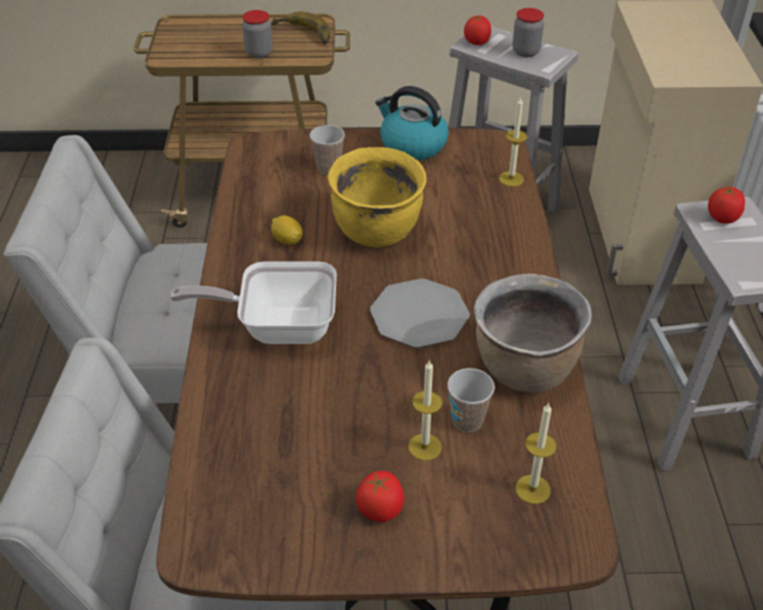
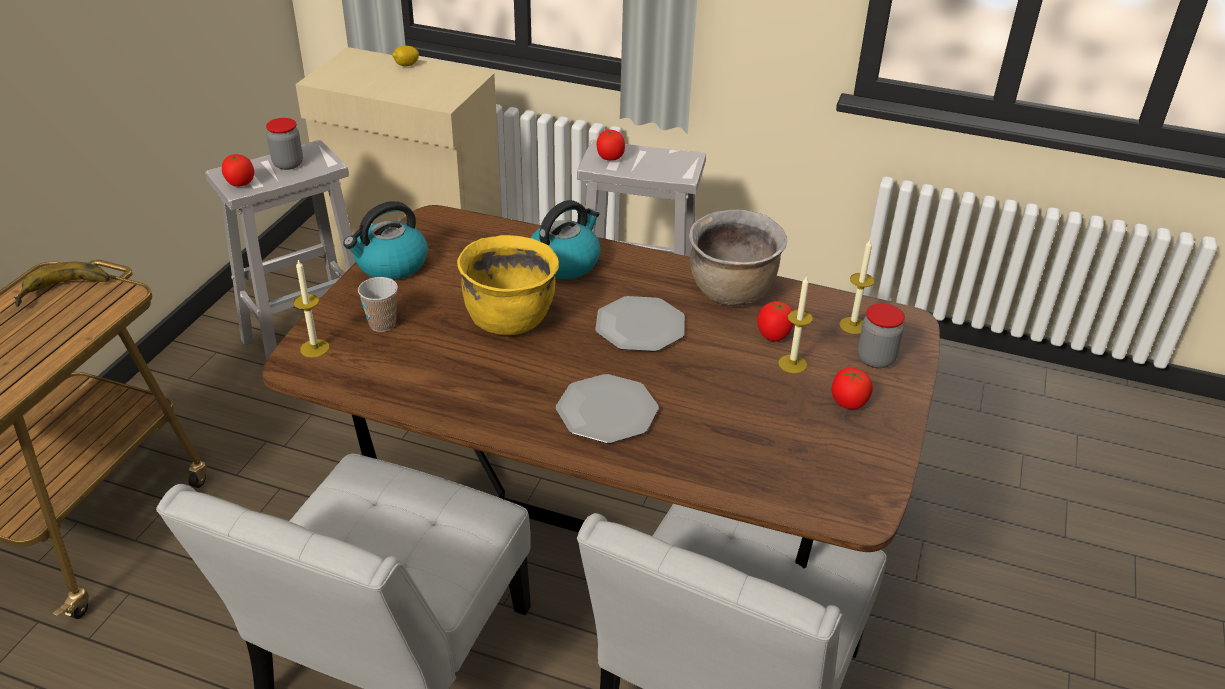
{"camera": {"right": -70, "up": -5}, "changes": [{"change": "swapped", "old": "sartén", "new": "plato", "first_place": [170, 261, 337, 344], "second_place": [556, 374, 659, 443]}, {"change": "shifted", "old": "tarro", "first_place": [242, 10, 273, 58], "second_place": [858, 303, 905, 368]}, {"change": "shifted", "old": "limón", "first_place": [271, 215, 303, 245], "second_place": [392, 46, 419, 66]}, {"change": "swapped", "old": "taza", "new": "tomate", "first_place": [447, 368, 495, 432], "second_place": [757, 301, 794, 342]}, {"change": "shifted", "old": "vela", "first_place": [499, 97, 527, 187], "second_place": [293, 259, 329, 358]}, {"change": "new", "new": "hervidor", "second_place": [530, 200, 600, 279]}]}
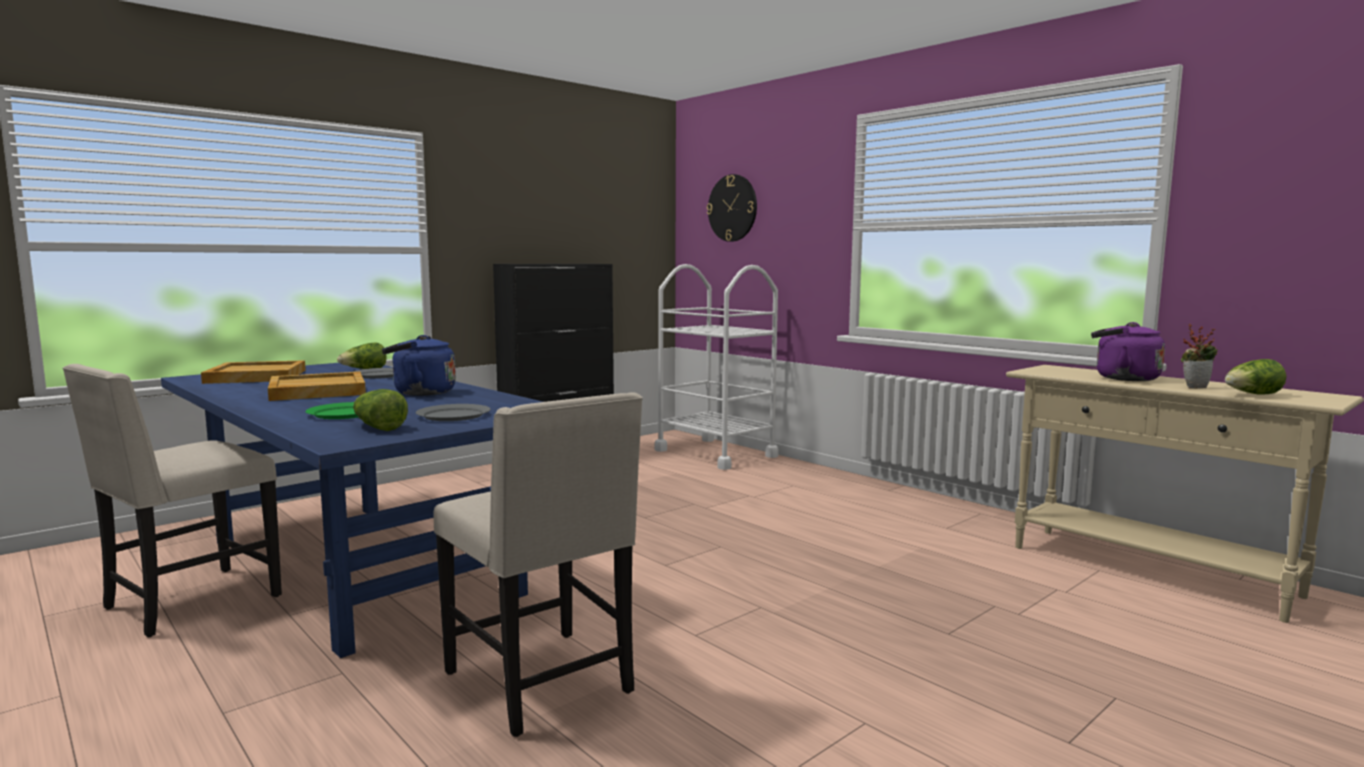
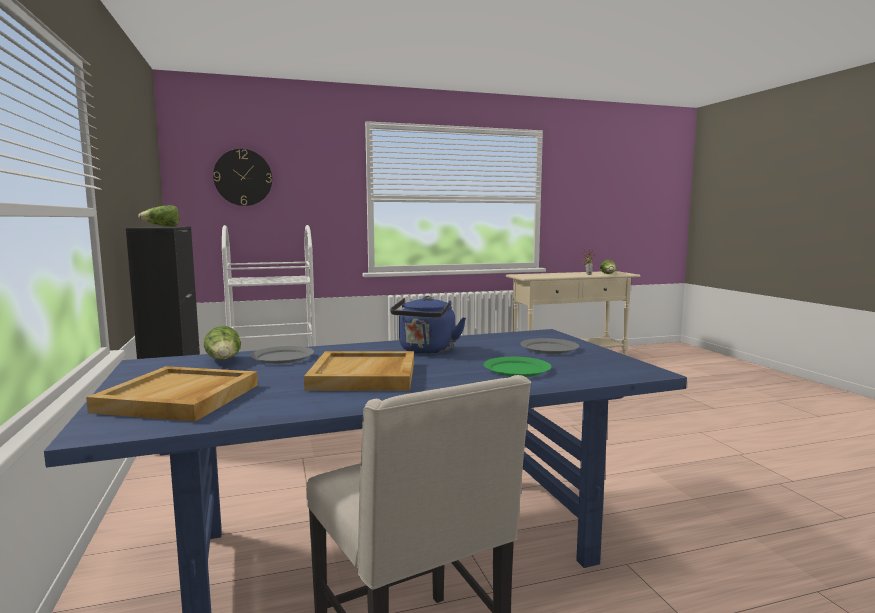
{"camera": {"right": -65, "up": 0}, "changes": [{"change": "shifted", "old": "lechuga", "first_place": [353, 389, 408, 431], "second_place": [138, 205, 180, 226]}, {"change": "gone", "old": "silla (beis)", "first_place": [433, 393, 643, 737]}, {"change": "gone", "old": "hervidor (morado)", "first_place": [1091, 322, 1165, 381]}]}
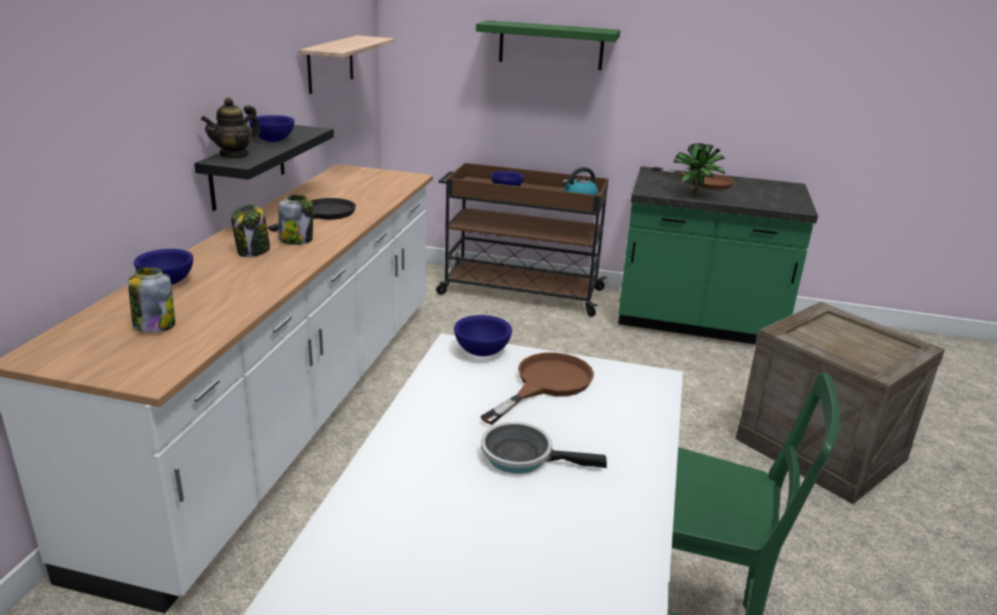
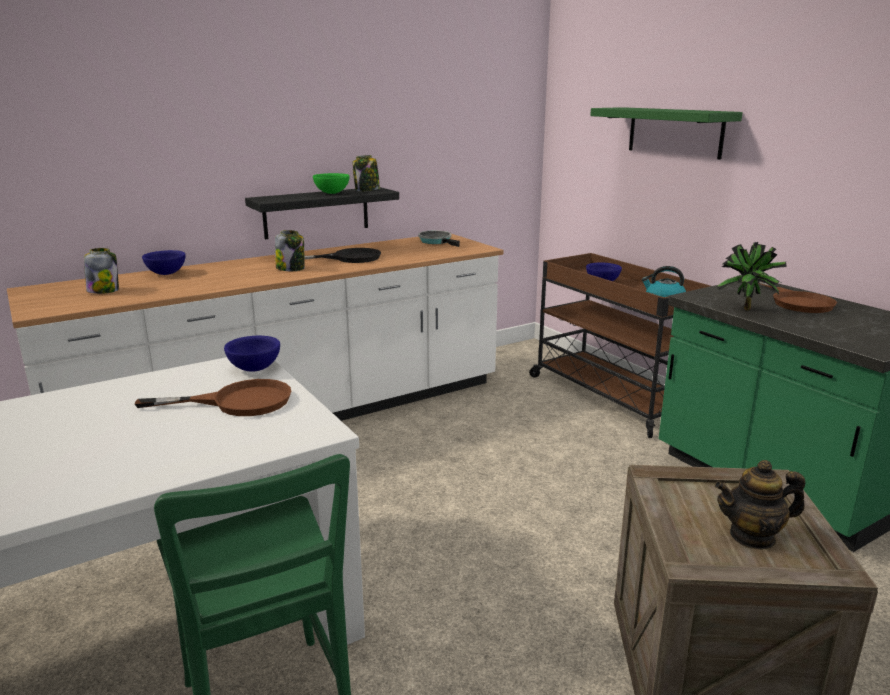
{"camera": {"right": 45, "up": -5}, "changes": [{"change": "shifted", "old": "tetera", "first_place": [201, 98, 261, 159], "second_place": [715, 460, 805, 550]}, {"change": "shifted", "old": "tarro", "first_place": [231, 204, 270, 257], "second_place": [352, 155, 380, 192]}, {"change": "repainted", "old": "cuenco (azul)", "new": "cuenco (verde)", "first_place": [249, 115, 295, 142], "second_place": [313, 173, 350, 194]}, {"change": "gone", "old": "estante", "first_place": [299, 35, 395, 94]}, {"change": "shifted", "old": "sartén", "first_place": [481, 422, 607, 473], "second_place": [418, 231, 460, 247]}]}
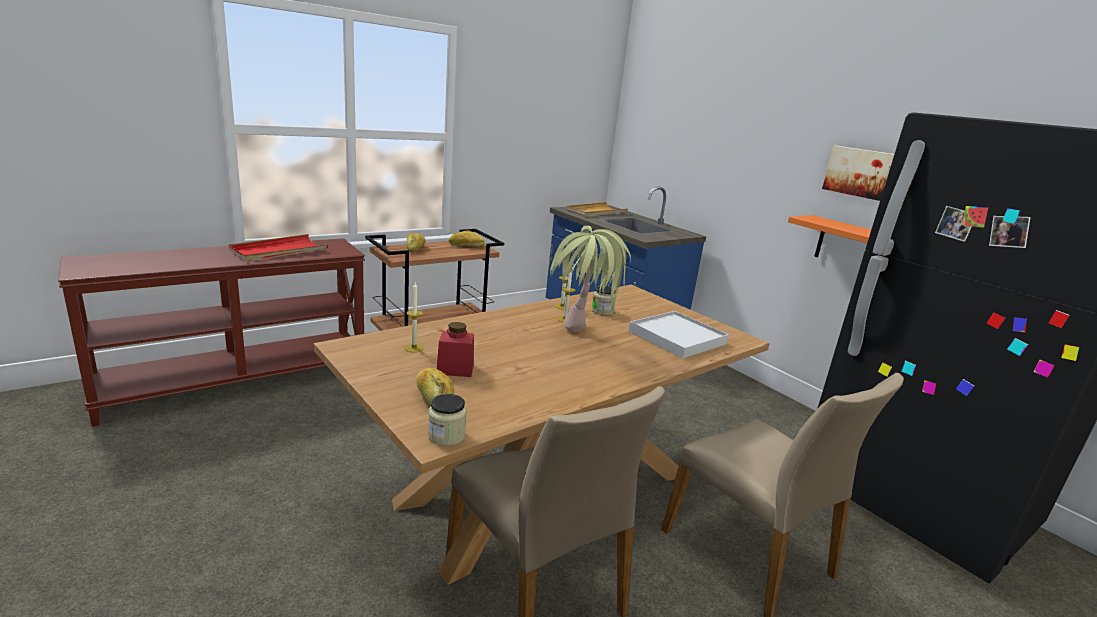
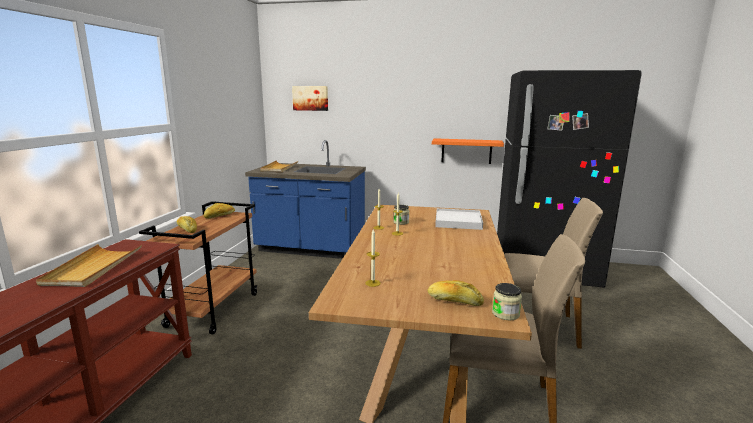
{"camera": {"right": -40, "up": -5}, "changes": [{"change": "repainted", "old": "bandeja (rojo)", "new": "bandeja (beis)", "first_place": [229, 234, 328, 262], "second_place": [36, 244, 142, 287]}, {"change": "gone", "old": "tarro (rojo)", "first_place": [437, 322, 474, 377]}, {"change": "gone", "old": "planta en maceta", "first_place": [549, 226, 631, 332]}, {"change": "shifted", "old": "cuadro", "first_place": [822, 146, 894, 201], "second_place": [292, 86, 328, 111]}]}
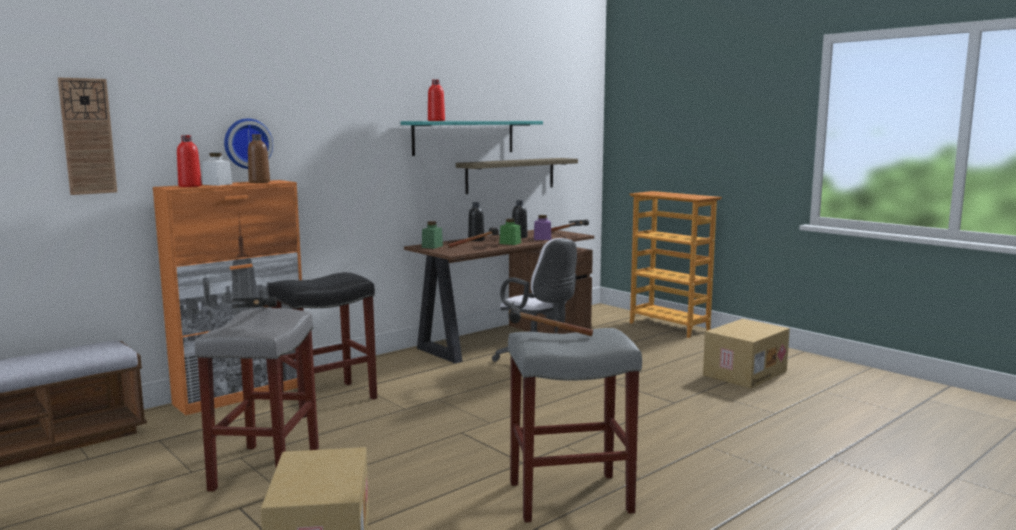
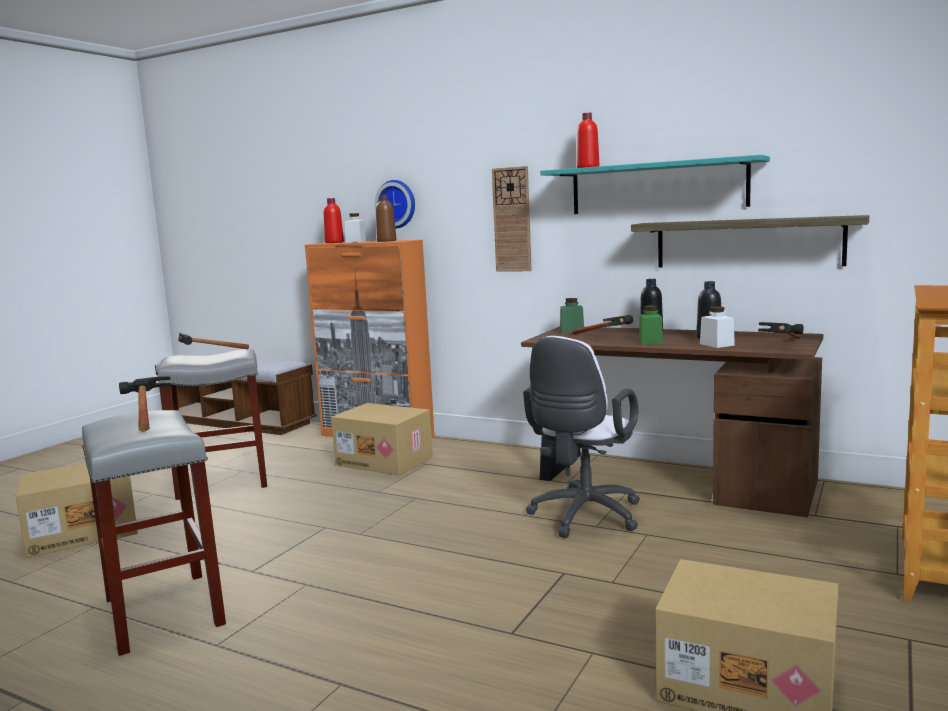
{"camera": {"right": 70, "up": 0}, "changes": [{"change": "shifted", "old": "reloj de pared", "first_place": [58, 77, 117, 195], "second_place": [492, 166, 532, 272]}, {"change": "swapped", "old": "taburete (negro)", "new": "caja de cartón", "first_place": [268, 272, 377, 418], "second_place": [331, 403, 433, 476]}, {"change": "repainted", "old": "tarro (morado)", "new": "tarro (blanco)", "first_place": [534, 215, 551, 240], "second_place": [700, 306, 735, 348]}]}
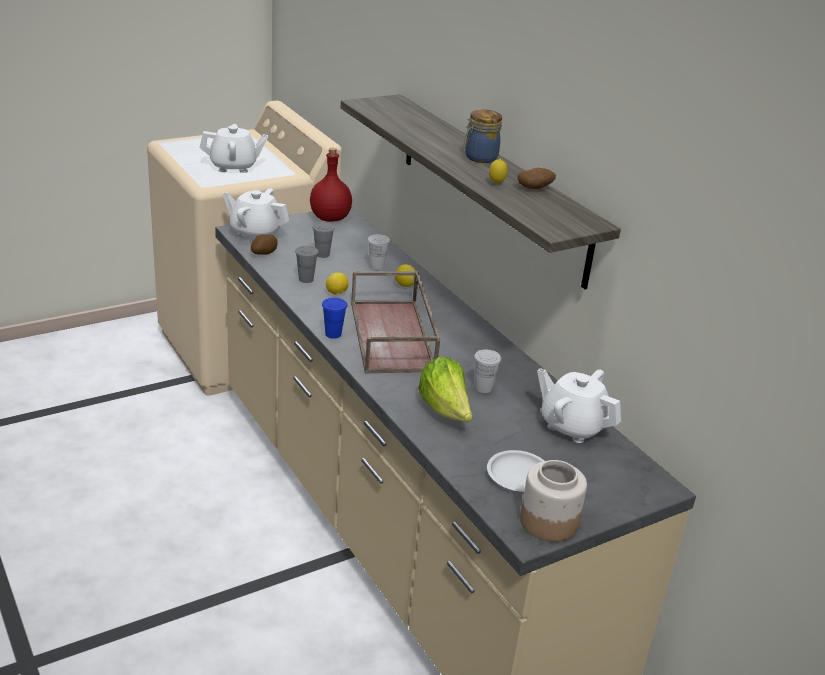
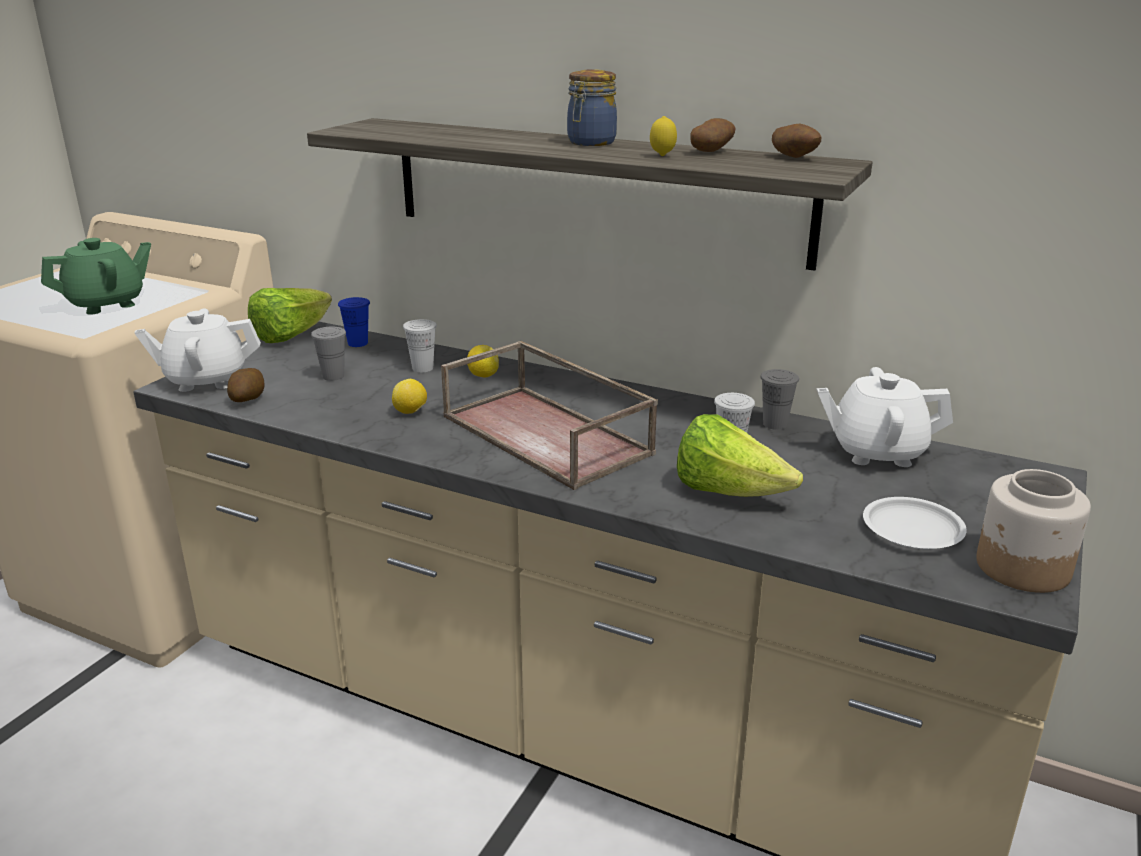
{"camera": {"right": -30, "up": -5}, "changes": [{"change": "repainted", "old": "tetera (blanco)", "new": "tetera (verde)", "first_place": [199, 124, 268, 173], "second_place": [41, 238, 151, 315]}, {"change": "shifted", "old": "taza (gris)", "first_place": [295, 246, 319, 283], "second_place": [760, 369, 799, 430]}, {"change": "swapped", "old": "botella (rojo)", "new": "lechuga", "first_place": [310, 148, 352, 222], "second_place": [248, 288, 332, 343]}, {"change": "shifted", "old": "taza (azul)", "first_place": [322, 298, 348, 339], "second_place": [338, 297, 370, 347]}, {"change": "new", "new": "patata", "second_place": [772, 123, 821, 158]}]}
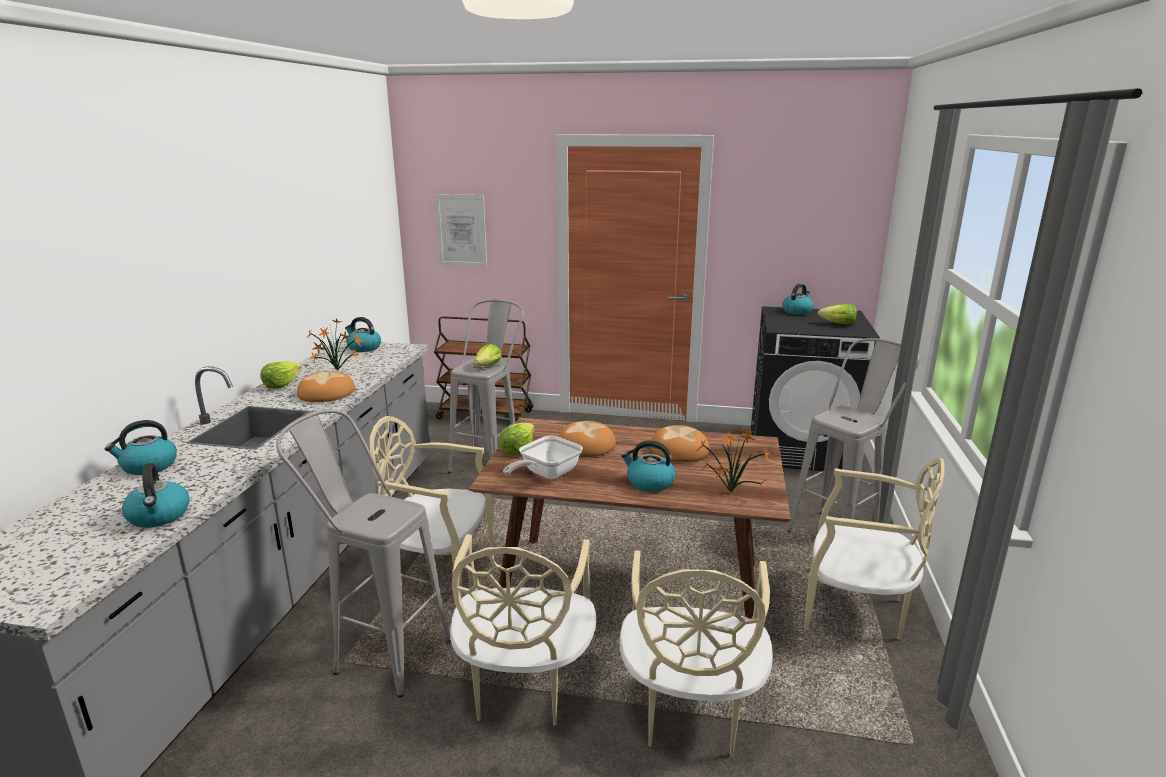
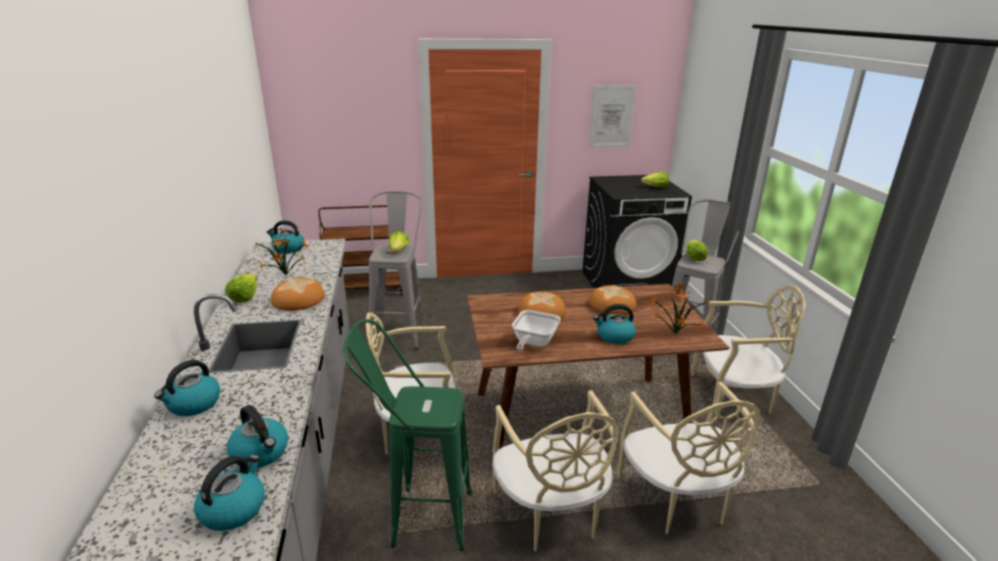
{"camera": {"right": -20, "up": 5}, "changes": [{"change": "repainted", "old": "taburete (gris)", "new": "taburete (verde)", "first_place": [276, 409, 451, 698], "second_place": [343, 319, 471, 551]}, {"change": "shifted", "old": "cuadro", "first_place": [435, 194, 487, 267], "second_place": [589, 85, 636, 147]}, {"change": "shifted", "old": "lechuga", "first_place": [498, 423, 535, 455], "second_place": [686, 240, 708, 261]}, {"change": "shifted", "old": "hervidor", "first_place": [782, 284, 813, 315], "second_place": [194, 455, 265, 531]}]}
